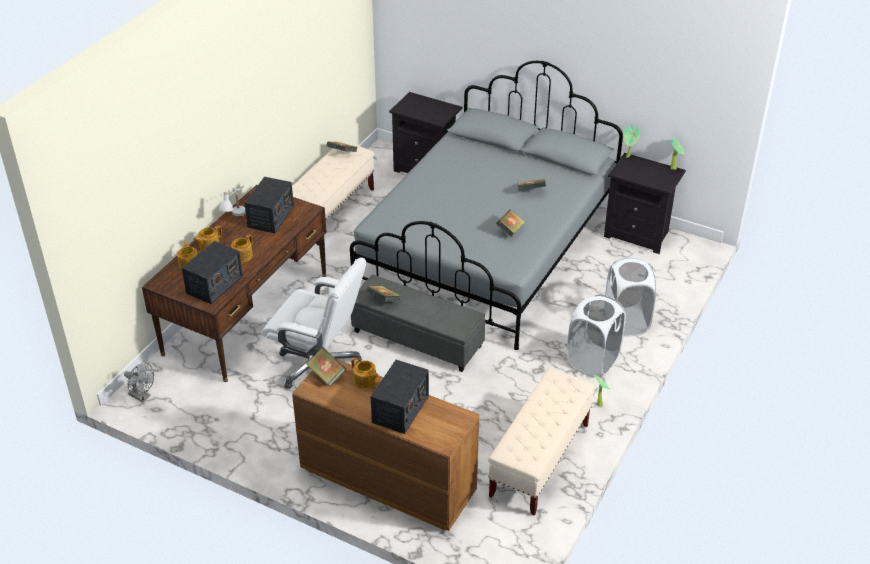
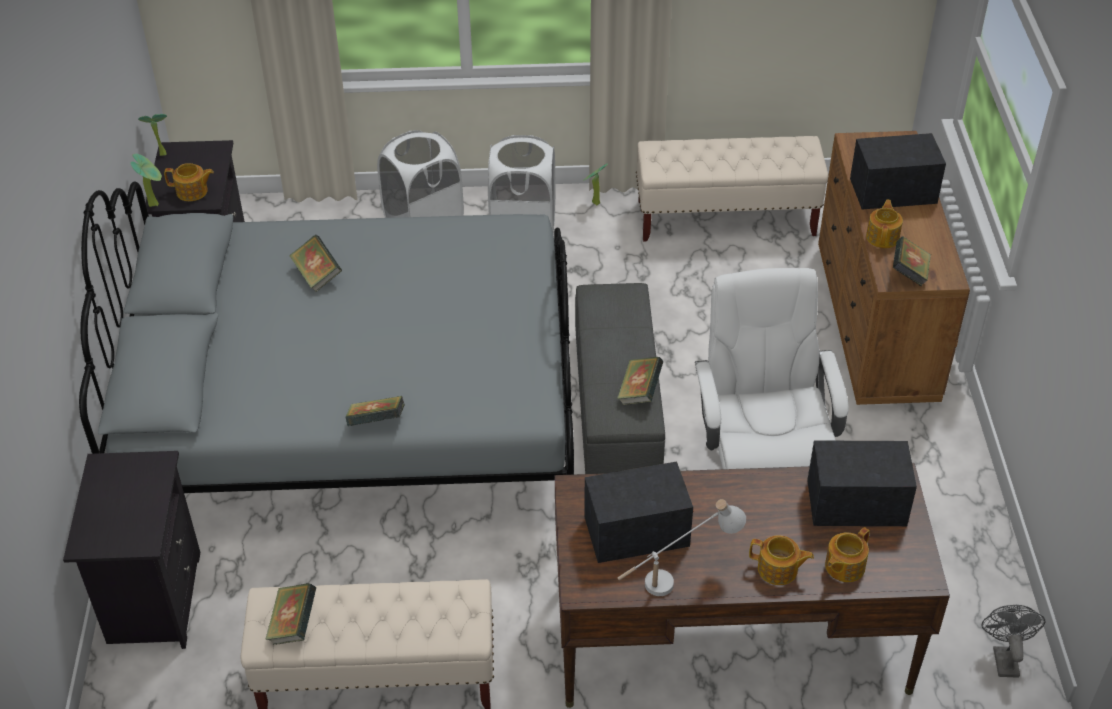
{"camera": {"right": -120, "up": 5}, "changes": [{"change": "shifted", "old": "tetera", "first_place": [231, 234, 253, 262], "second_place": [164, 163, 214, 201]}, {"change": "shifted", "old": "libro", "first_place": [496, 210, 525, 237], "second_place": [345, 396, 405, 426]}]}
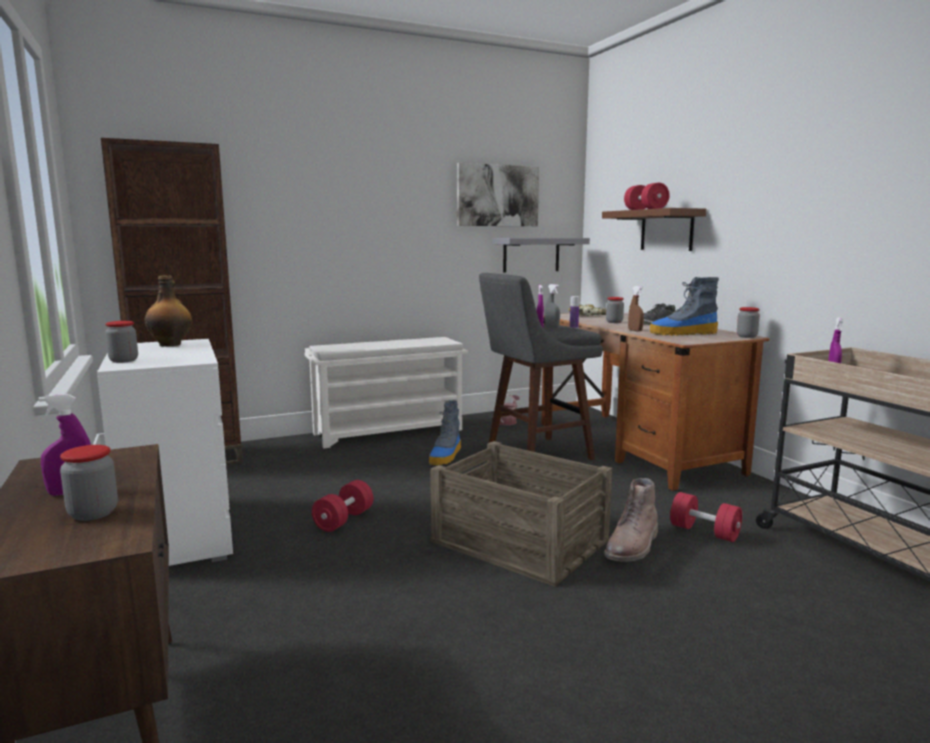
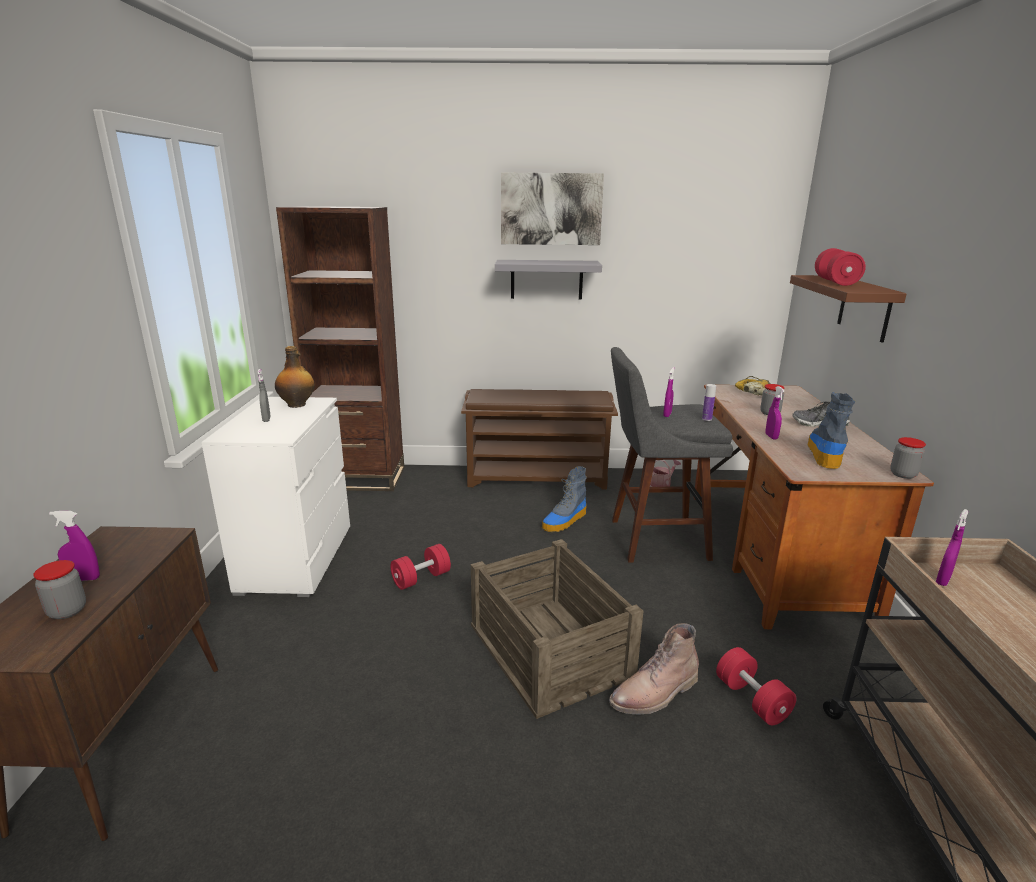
{"camera": {"right": 25, "up": 10}, "changes": [{"change": "gone", "old": "tarro", "first_place": [105, 321, 138, 363]}, {"change": "repainted", "old": "zapatero (blanco)", "new": "zapatero (marrón)", "first_place": [305, 337, 468, 448], "second_place": [461, 389, 618, 489]}, {"change": "shifted", "old": "cuadro", "first_place": [457, 163, 539, 226], "second_place": [501, 173, 604, 245]}, {"change": "shifted", "old": "estante (gris)", "first_place": [492, 238, 590, 273], "second_place": [495, 260, 602, 299]}, {"change": "shifted", "old": "pulverizador (gris)", "first_place": [544, 284, 560, 328], "second_place": [257, 369, 271, 422]}, {"change": "repainted", "old": "pulverizador (marrón)", "new": "pulverizador (morado)", "first_place": [628, 286, 644, 331], "second_place": [765, 386, 785, 439]}, {"change": "rotated", "old": "bota", "first_place": [650, 277, 719, 336], "second_place": [807, 392, 855, 469], "degrees": 90}]}
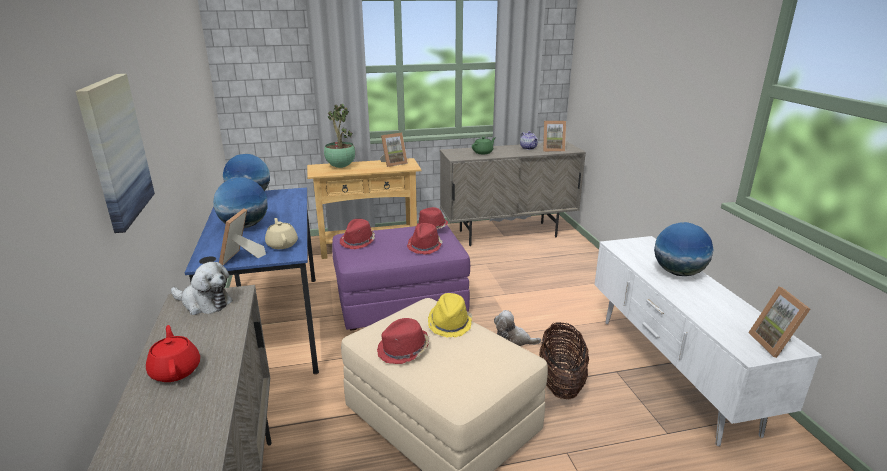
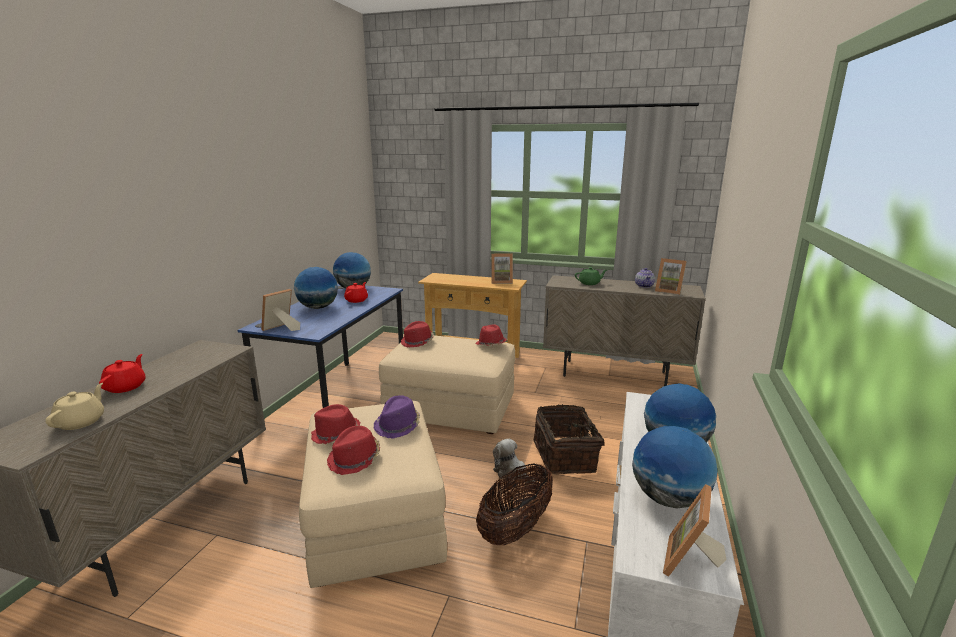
{"camera": {"right": 30, "up": -5}, "changes": [{"change": "gone", "old": "cuadro", "first_place": [75, 74, 155, 233]}, {"change": "gone", "old": "peluche", "first_place": [171, 262, 233, 315]}, {"change": "shifted", "old": "tetera (beis)", "first_place": [265, 218, 298, 249], "second_place": [45, 383, 104, 430]}, {"change": "gone", "old": "planta en maceta", "first_place": [324, 104, 355, 168]}, {"change": "repainted", "old": "puf (morado)", "new": "puf (beis)", "first_place": [332, 225, 470, 331], "second_place": [379, 335, 515, 434]}, {"change": "shifted", "old": "sombrero (rojo)", "first_place": [407, 223, 443, 255], "second_place": [327, 426, 380, 475]}, {"change": "repainted", "old": "sombrero (amarillo)", "new": "sombrero (morado)", "first_place": [428, 293, 472, 338], "second_place": [374, 395, 420, 439]}, {"change": "new", "new": "tetera (rojo)", "second_place": [344, 282, 368, 303]}, {"change": "new", "new": "cesta", "second_place": [533, 404, 605, 474]}, {"change": "new", "new": "globo terráqueo", "second_place": [632, 426, 718, 508]}]}
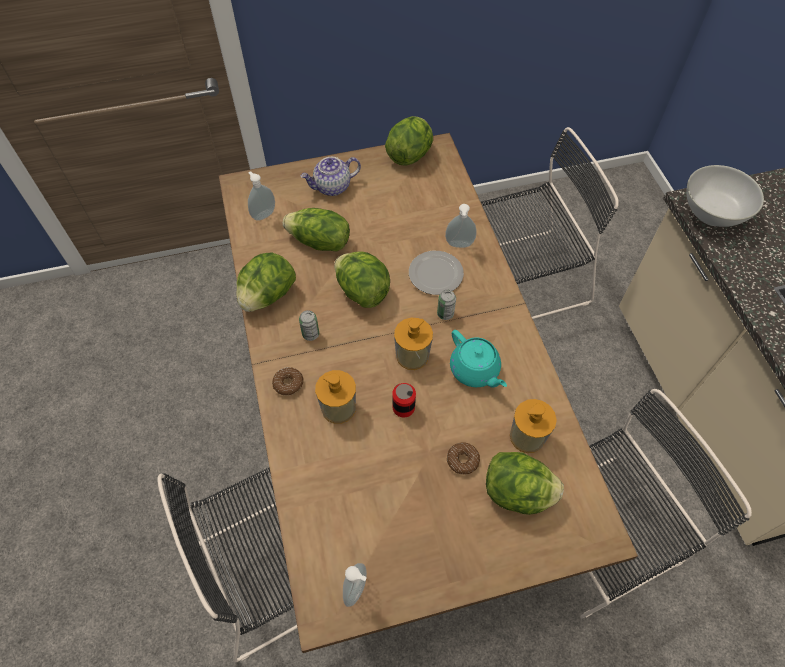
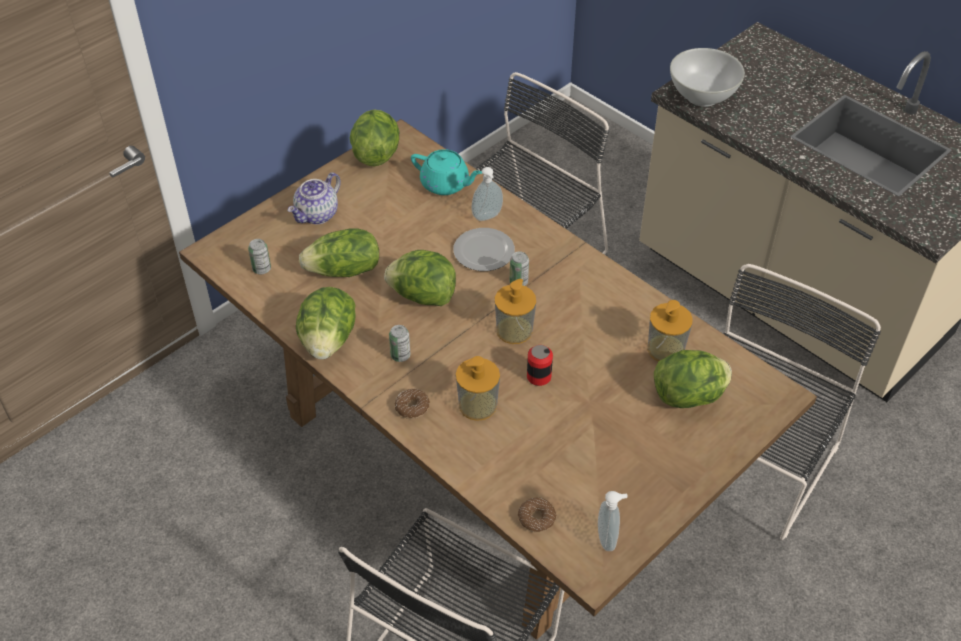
{"camera": {"right": -30, "up": -10}, "changes": [{"change": "swapped", "old": "dispensador de jabón", "new": "lata", "first_place": [248, 171, 275, 221], "second_place": [248, 239, 271, 274]}, {"change": "shifted", "old": "rosquilla", "first_place": [447, 443, 480, 475], "second_place": [518, 497, 556, 532]}, {"change": "shifted", "old": "tetera (turquesa)", "first_place": [450, 330, 507, 388], "second_place": [411, 149, 482, 195]}]}
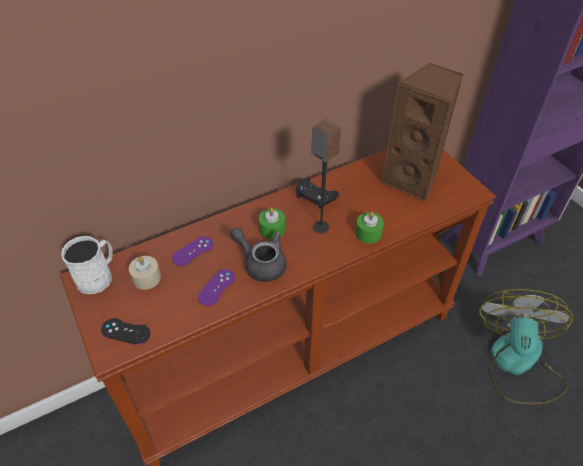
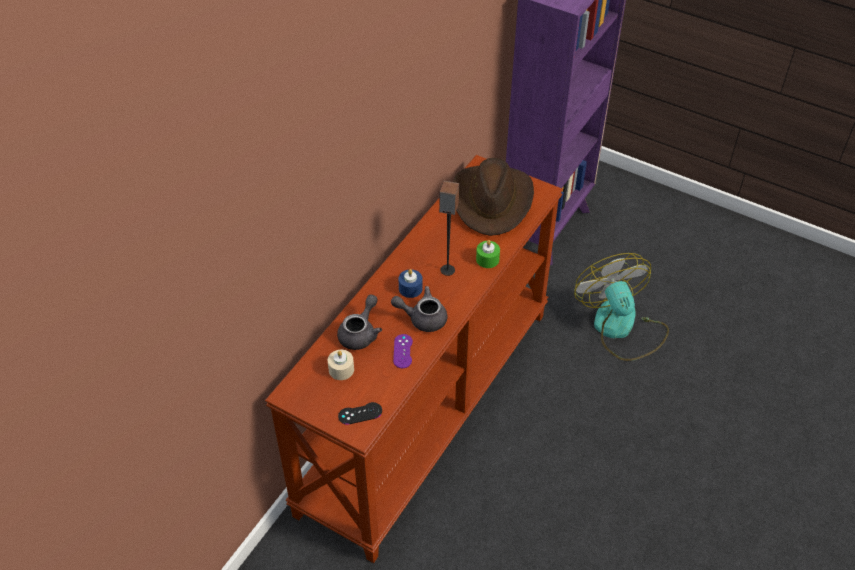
{"camera": {"right": -30, "up": 0}, "changes": [{"change": "gone", "old": "taza grande (blanco)", "first_place": [61, 236, 113, 294]}, {"change": "swapped", "old": "mando de consola (morado)", "new": "tetera (gris)", "first_place": [172, 236, 213, 266], "second_place": [337, 294, 382, 350]}, {"change": "repainted", "old": "vela (verde)", "new": "vela (azul)", "first_place": [259, 207, 285, 239], "second_place": [399, 269, 423, 298]}, {"change": "gone", "old": "mando de consola (negro)", "first_place": [296, 178, 339, 209]}, {"change": "swapped", "old": "altavoz (marrón)", "new": "sombrero (marrón)", "first_place": [381, 63, 463, 202], "second_place": [453, 158, 534, 236]}]}
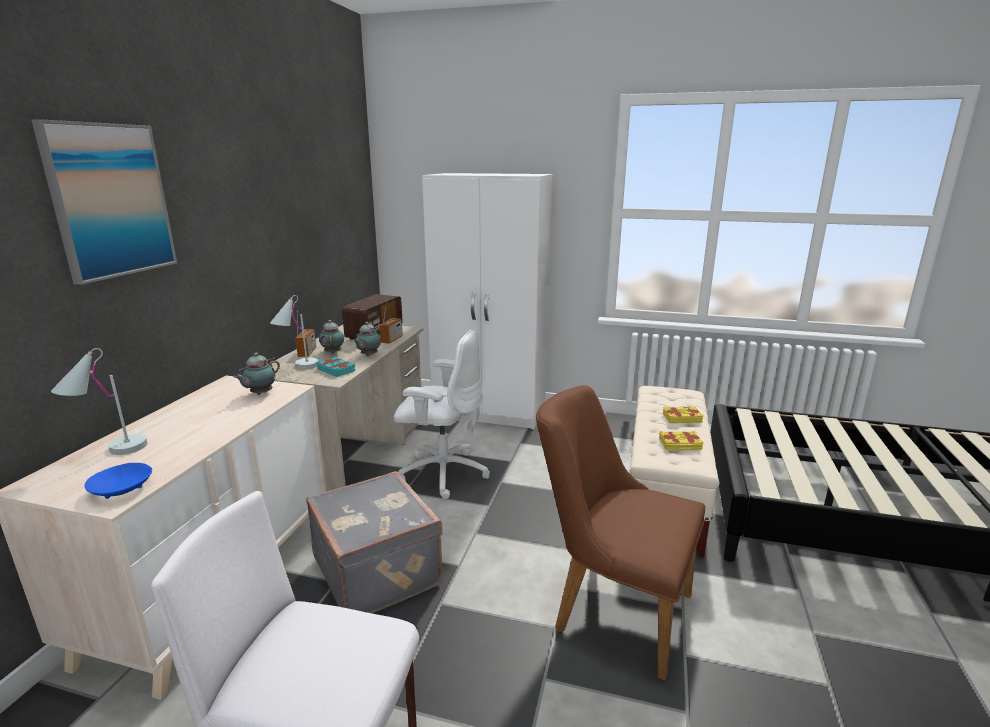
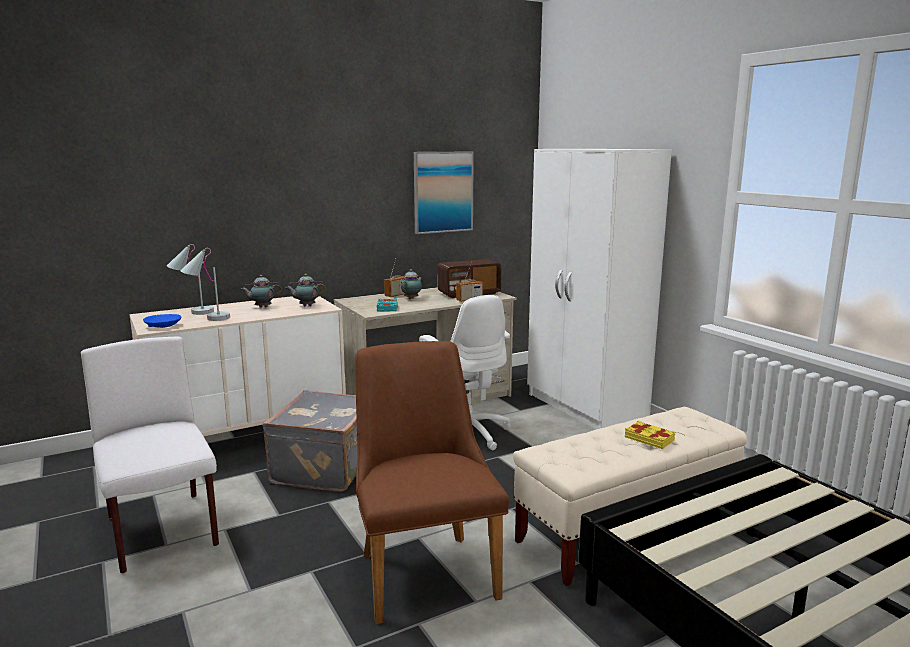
{"camera": {"right": 45, "up": -5}, "changes": [{"change": "shifted", "old": "cuadro", "first_place": [32, 119, 177, 285], "second_place": [414, 152, 474, 234]}, {"change": "shifted", "old": "lámpara de mesa (blanco)", "first_place": [270, 295, 319, 369], "second_place": [180, 248, 230, 321]}, {"change": "shifted", "old": "tetera", "first_place": [353, 322, 381, 356], "second_place": [241, 275, 282, 308]}, {"change": "gone", "old": "libro (amarillo)", "first_place": [659, 431, 704, 450]}]}
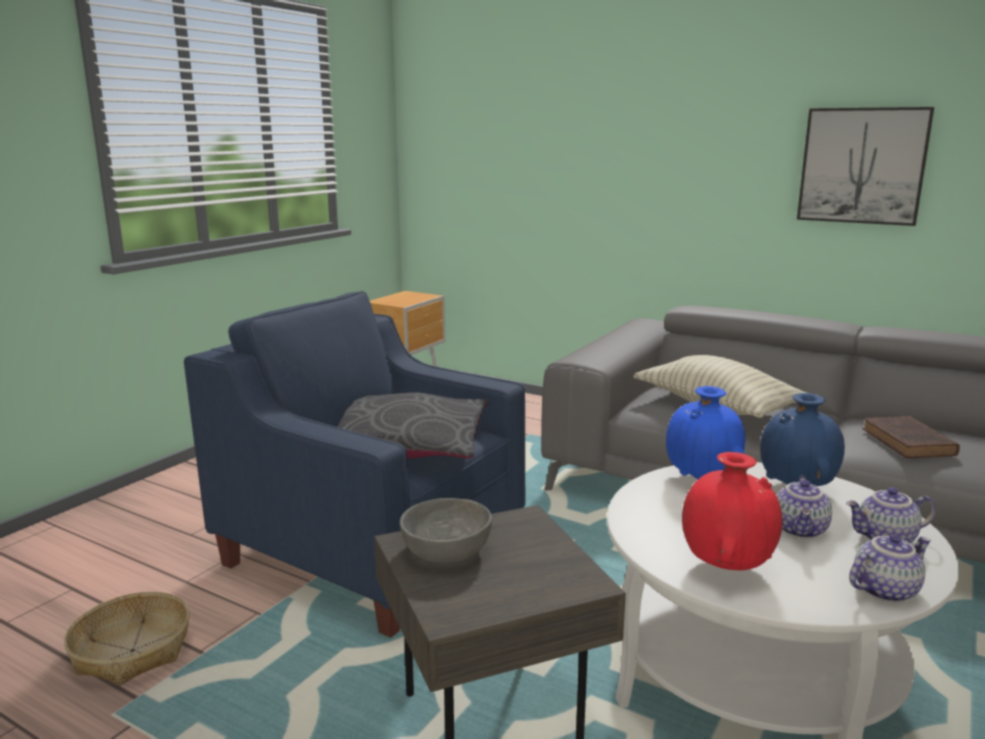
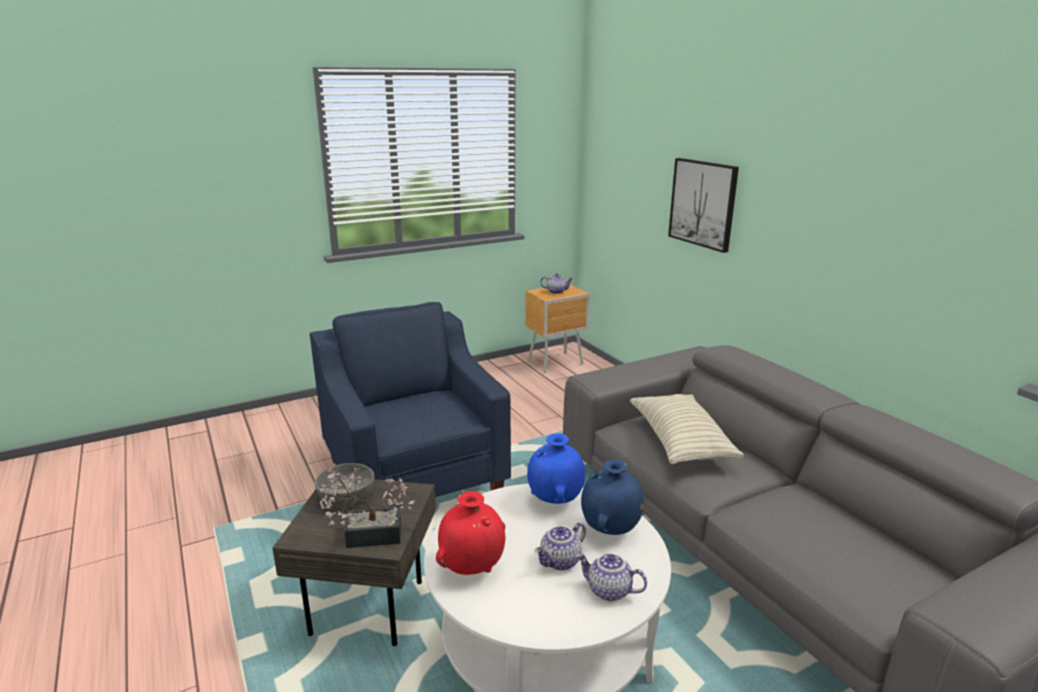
{"camera": {"right": 30, "up": 5}, "changes": [{"change": "gone", "old": "cesta", "first_place": [64, 592, 190, 685]}, {"change": "gone", "old": "cojín (gris)", "first_place": [337, 393, 489, 459]}, {"change": "shifted", "old": "cuadro", "first_place": [797, 107, 934, 226], "second_place": [668, 158, 739, 253]}, {"change": "shifted", "old": "tetera", "first_place": [849, 534, 931, 603], "second_place": [540, 273, 573, 294]}, {"change": "gone", "old": "libro (marrón)", "first_place": [862, 416, 960, 458]}, {"change": "new", "new": "planta en maceta", "second_place": [320, 464, 414, 548]}]}
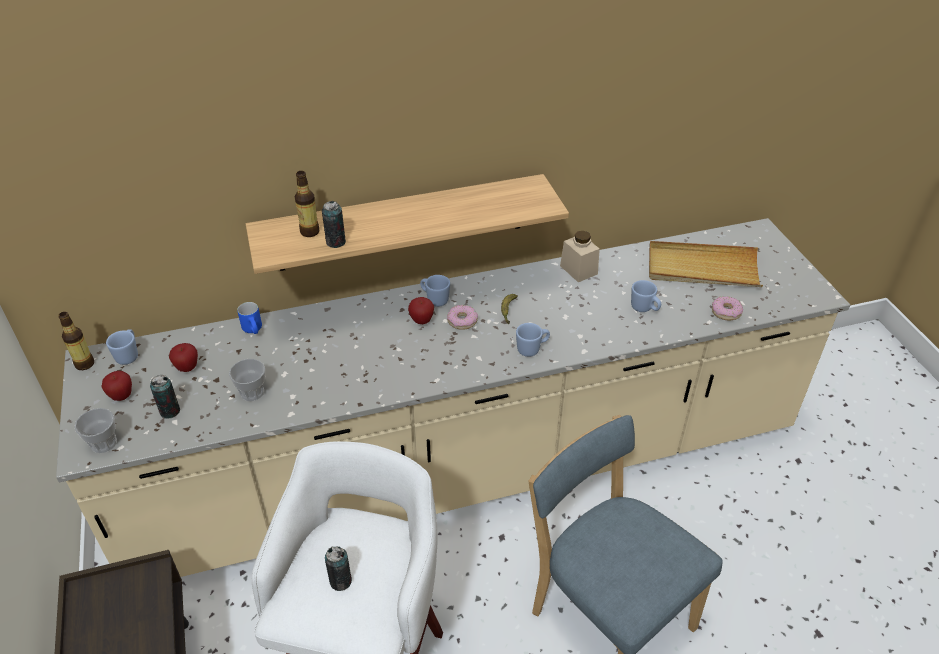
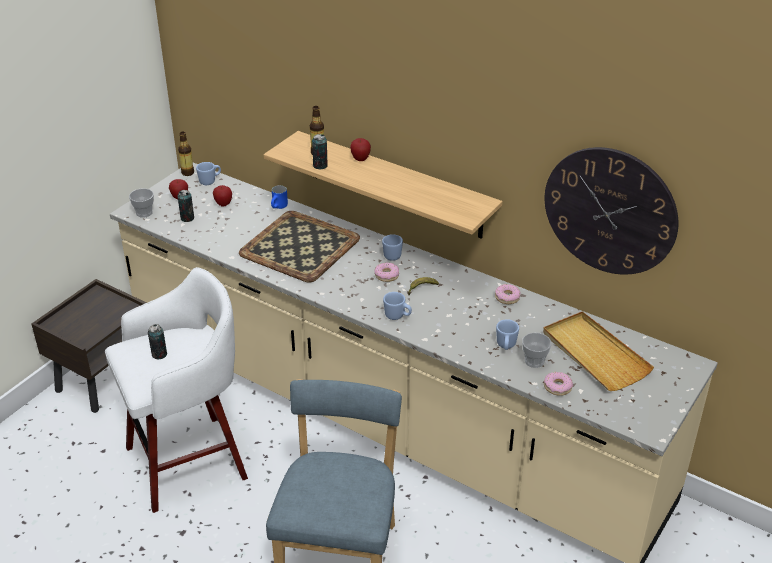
{"camera": {"right": 50, "up": -5}, "changes": [{"change": "shifted", "old": "taza", "first_place": [229, 359, 265, 401], "second_place": [522, 333, 552, 368]}, {"change": "shifted", "old": "manzana", "first_place": [408, 297, 434, 324], "second_place": [350, 138, 371, 161]}, {"change": "swapped", "old": "tarro (beis)", "new": "rosquilla", "first_place": [560, 231, 600, 282], "second_place": [495, 284, 521, 304]}, {"change": "new", "new": "bandeja", "second_place": [239, 211, 360, 282]}, {"change": "new", "new": "reloj de pared", "second_place": [545, 147, 679, 274]}]}
